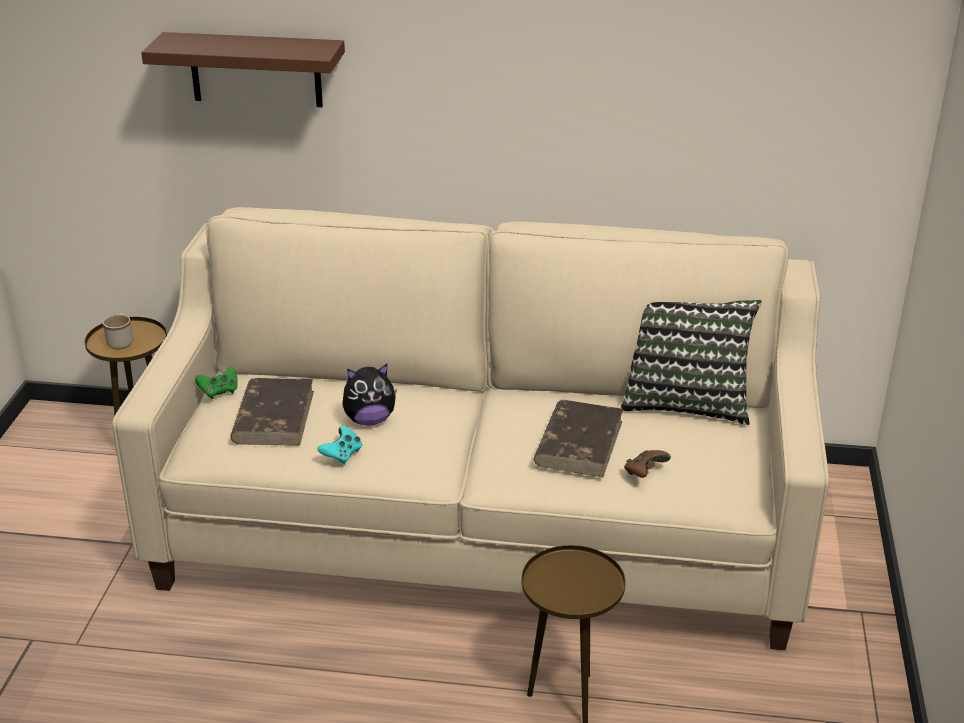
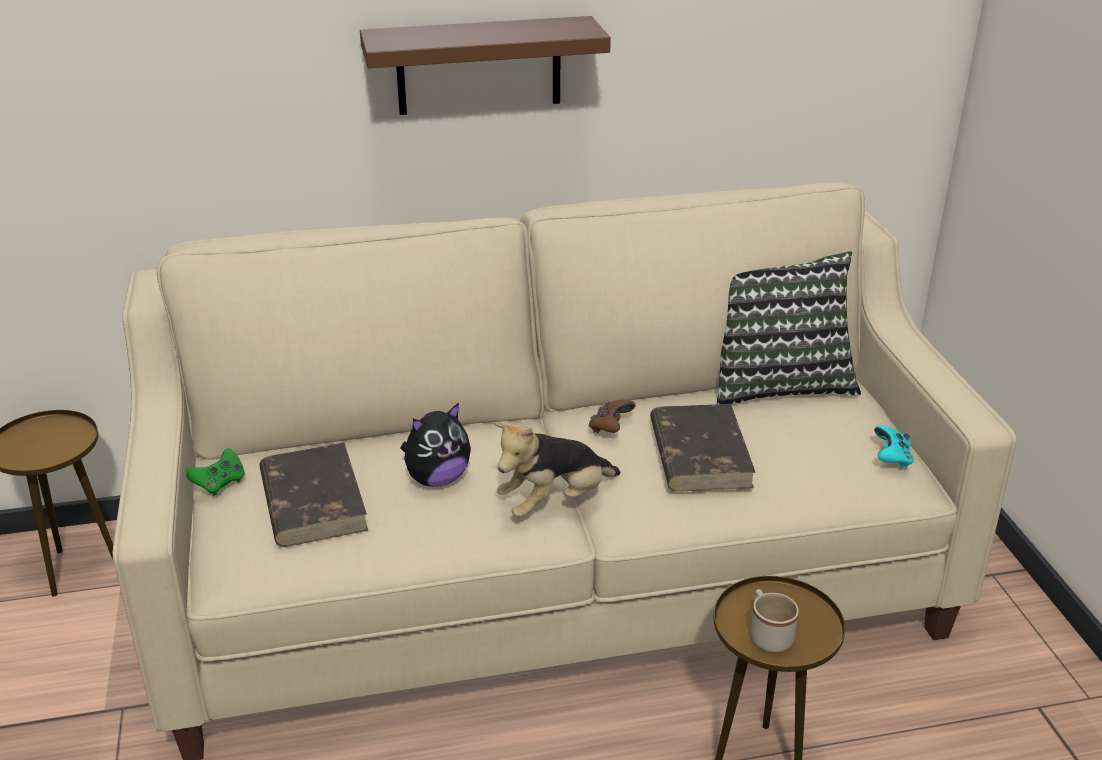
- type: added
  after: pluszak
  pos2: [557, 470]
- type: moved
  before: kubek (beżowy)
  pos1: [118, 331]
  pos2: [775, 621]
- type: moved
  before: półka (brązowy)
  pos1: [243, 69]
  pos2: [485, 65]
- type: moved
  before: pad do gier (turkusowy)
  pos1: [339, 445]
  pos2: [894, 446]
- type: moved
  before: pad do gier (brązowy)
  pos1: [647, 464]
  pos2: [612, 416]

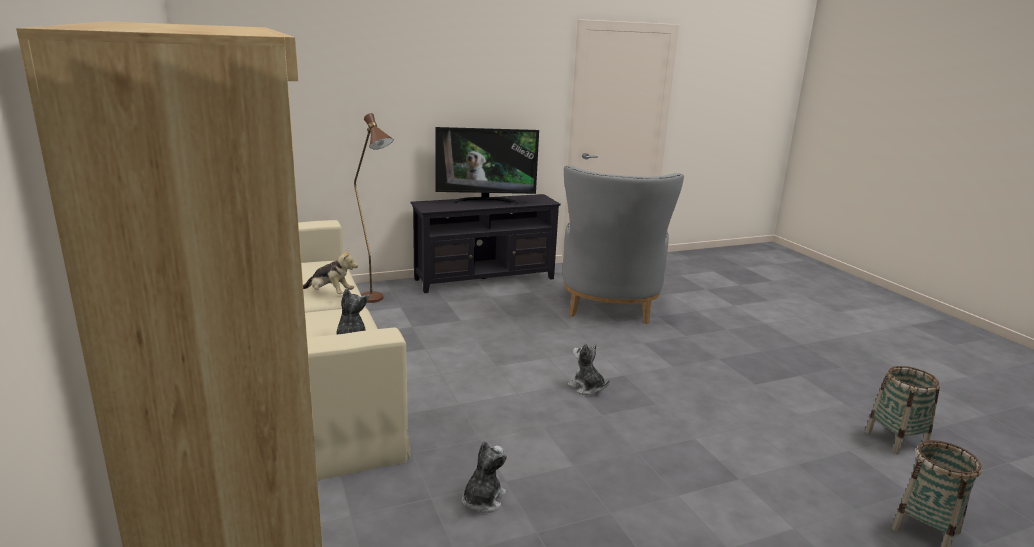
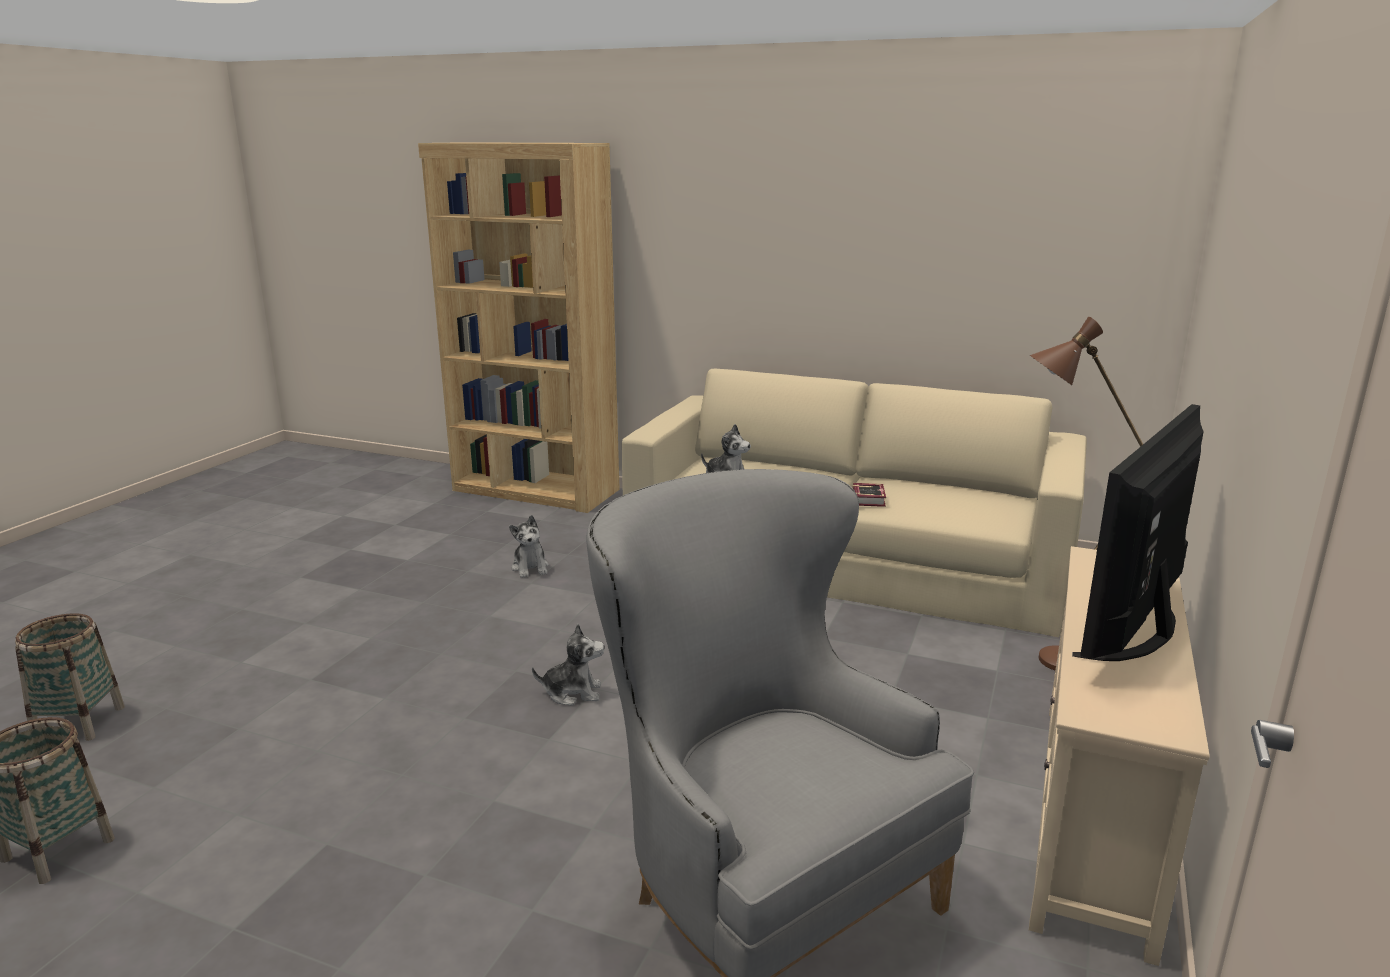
- type: replaced
  before: pluszak
  after: książka
  pos1: [330, 271]
  pos2: [869, 495]
- type: recoloured
  before: szafka pod telewizor (czarny)
  after: szafka pod telewizor (beżowy)
  pos1: [485, 243]
  pos2: [1119, 756]

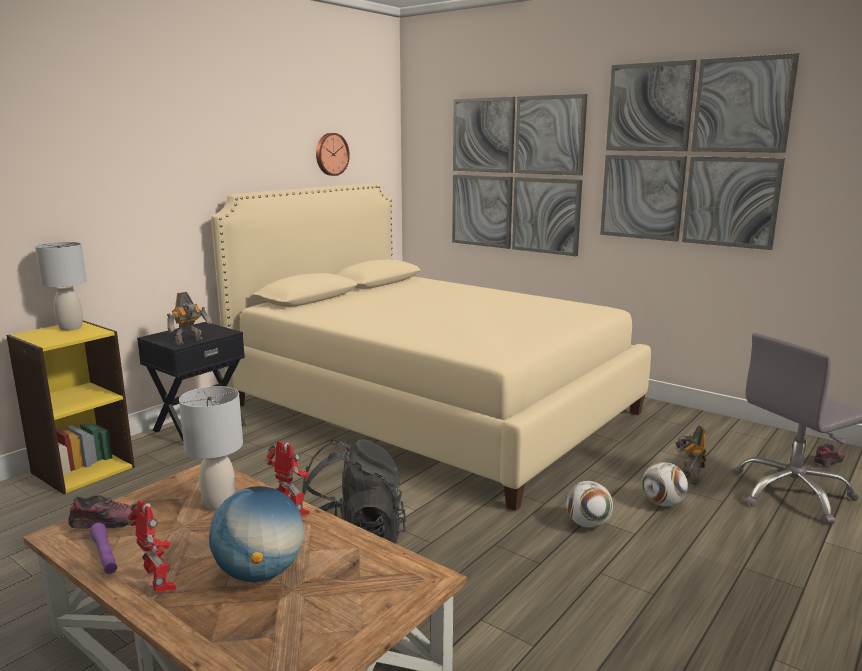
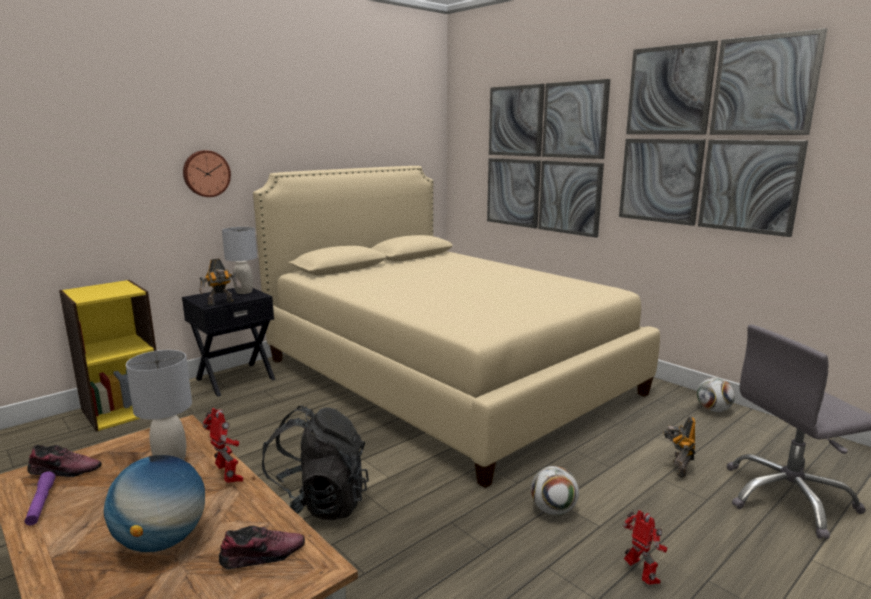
- type: moved
  before: lampa stołowa (szary)
  pos1: [61, 286]
  pos2: [239, 260]
- type: moved
  before: robot zabawkowy
  pos1: [151, 546]
  pos2: [645, 547]
- type: moved
  before: zegar ścienny
  pos1: [333, 154]
  pos2: [207, 173]
- type: moved
  before: piłka futbolowa
  pos1: [665, 484]
  pos2: [716, 395]
- type: moved
  before: but
  pos1: [829, 454]
  pos2: [262, 547]

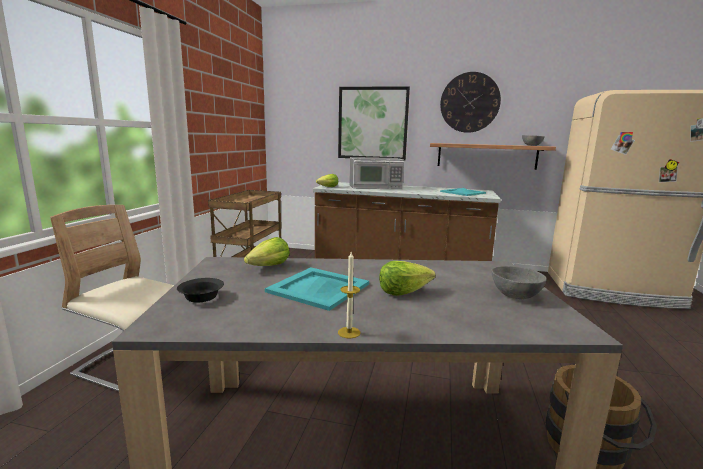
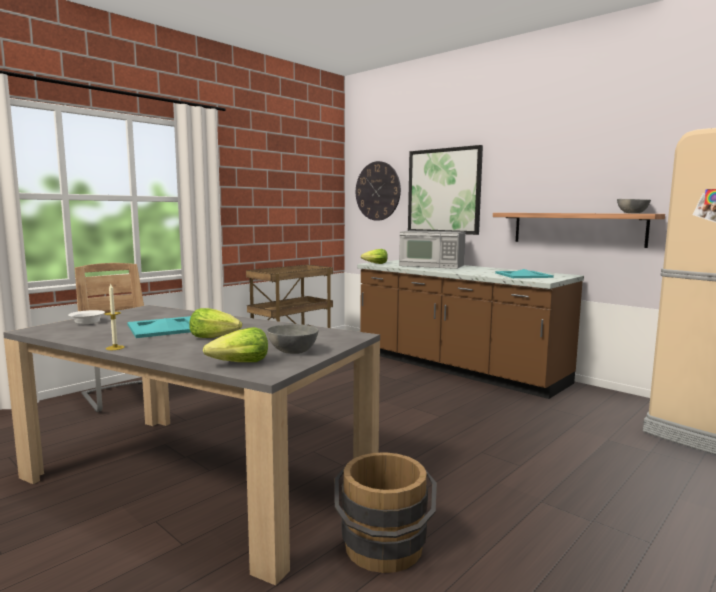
- type: moved
  before: sałata
  pos1: [267, 251]
  pos2: [235, 344]
- type: moved
  before: zegar ścienny
  pos1: [470, 102]
  pos2: [378, 191]
- type: recoloured
  before: miska (czarny)
  after: miska (biały)
  pos1: [200, 290]
  pos2: [86, 317]

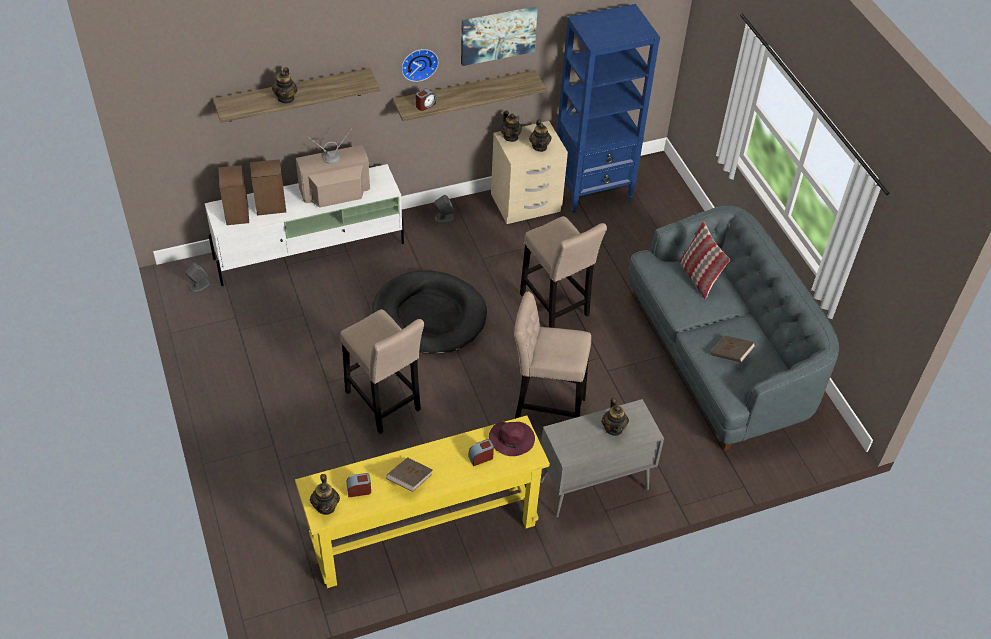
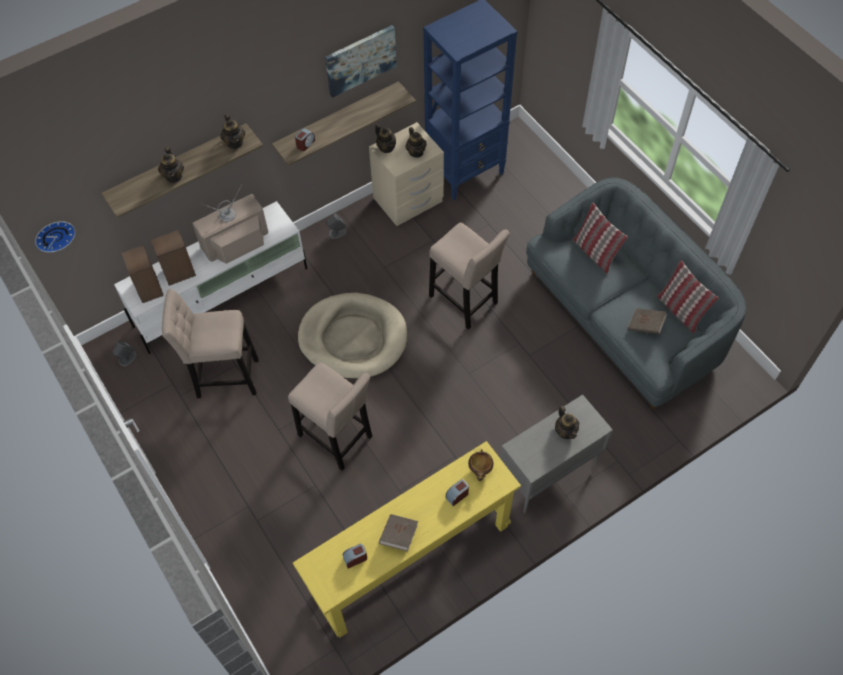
- type: added
  after: poduszka
  pos2: [687, 297]
- type: moved
  before: imbryk
  pos1: [325, 494]
  pos2: [233, 131]
- type: moved
  before: zegar ścienny
  pos1: [419, 65]
  pos2: [55, 236]
- type: moved
  before: stołek (beżowy)
  pos1: [552, 355]
  pos2: [210, 343]
- type: replaced
  before: kapelusz (fioletowy)
  after: miska
  pos1: [512, 439]
  pos2: [481, 465]
- type: recoloured
  before: legowisko (czarny)
  after: legowisko (beżowy)
  pos1: [429, 312]
  pos2: [352, 336]

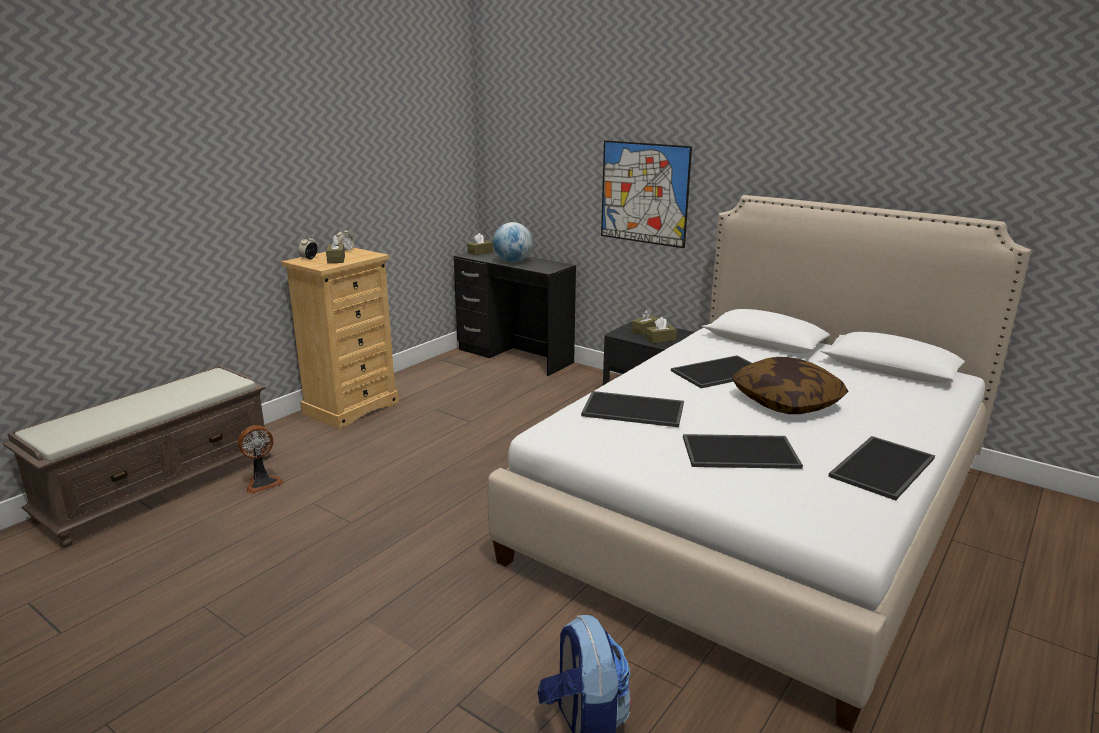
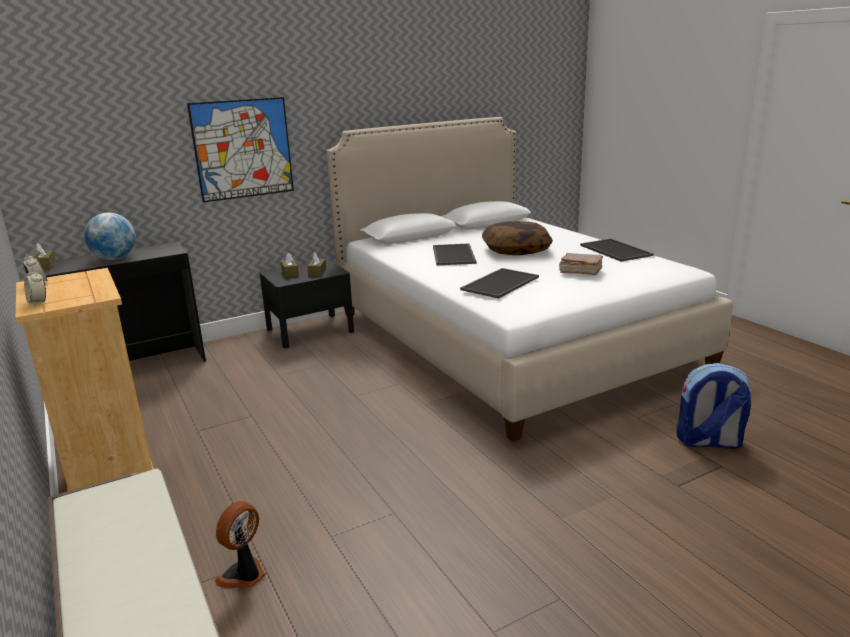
- type: removed
  before: pudełko chusteczek (brązowy)
  pos1: [335, 249]
- type: replaced
  before: taca
  after: książka (brązowy)
  pos1: [743, 451]
  pos2: [581, 264]
- type: turned
  before: wentylator
  pos1: [260, 459]
  pos2: [240, 544]
  turn: -135

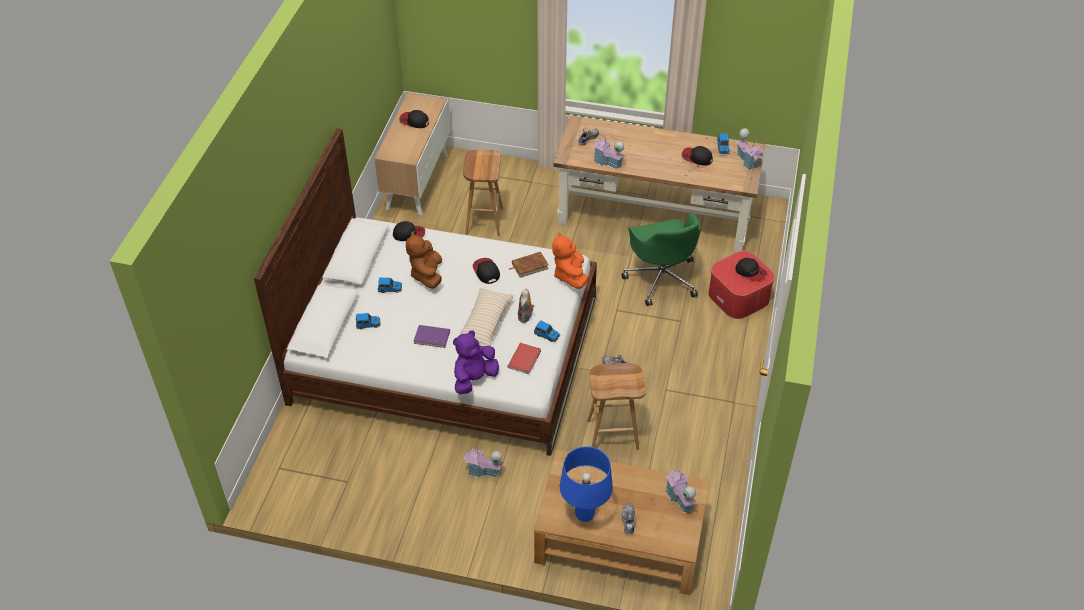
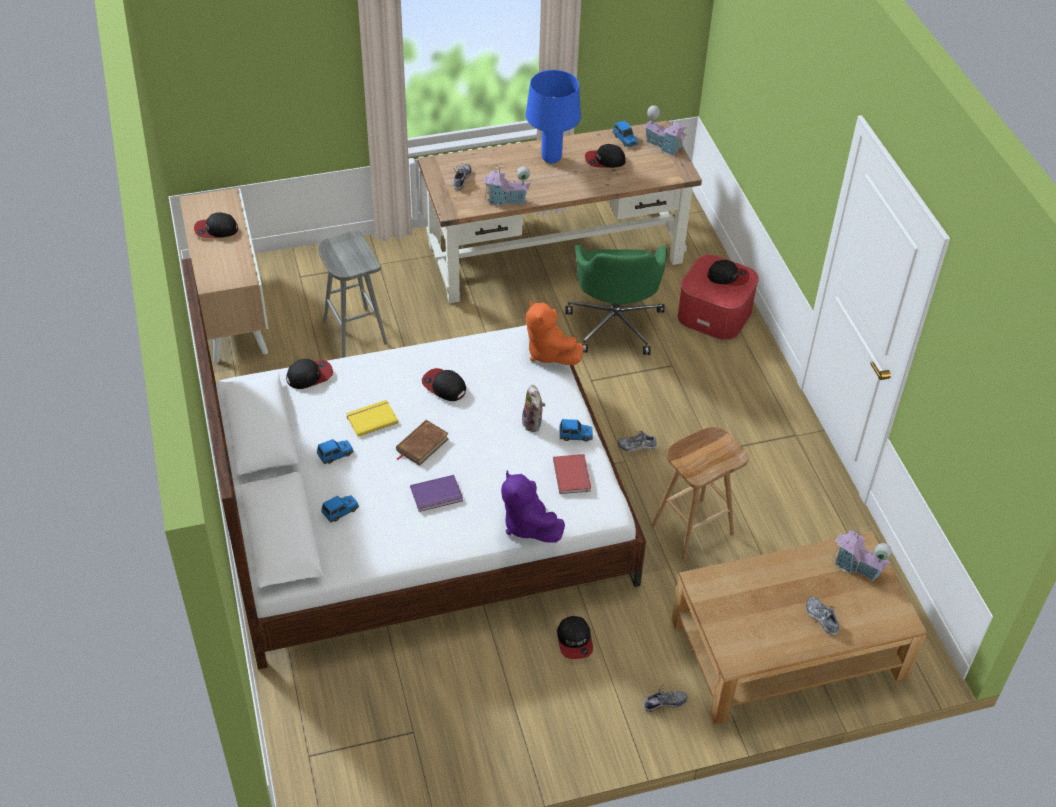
- type: removed
  before: poduszka (beżowy)
  pos1: [486, 317]
- type: added
  after: but
  pos2: [665, 698]
- type: moved
  before: książka (brązowy)
  pos1: [529, 265]
  pos2: [422, 443]
- type: moved
  before: lampa stołowa (niebieski)
  pos1: [586, 484]
  pos2: [553, 116]
- type: replaced
  before: pluszak (brązowy)
  after: książka (żółty)
  pos1: [424, 260]
  pos2: [372, 418]
- type: replaced
  before: domek
  after: czapka z daszkiem
  pos1: [483, 462]
  pos2: [575, 637]
- type: recoloured
  before: stołek (brązowy)
  after: stołek (szary)
  pos1: [483, 193]
  pos2: [352, 294]
- type: turned
  before: pluszak (fioletowy)
  pos1: [476, 362]
  pos2: [533, 507]
  turn: -45
- type: turned
  before: krzesło biurowe (zielony)
  pos1: [661, 260]
  pos2: [616, 300]
  turn: 45

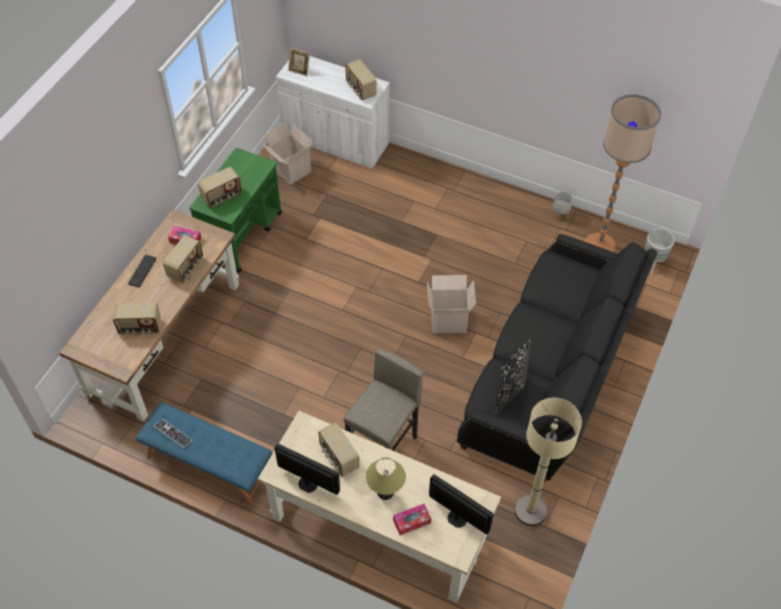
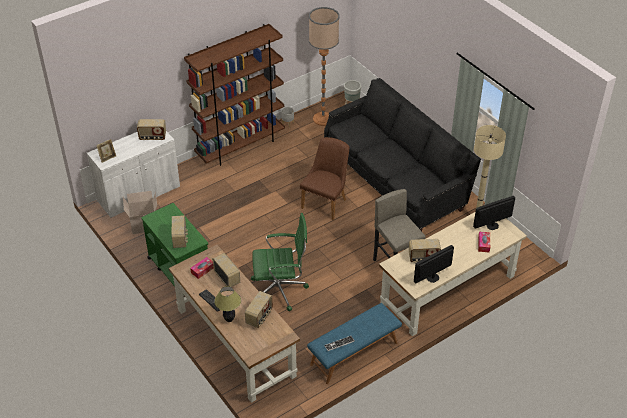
- type: removed
  before: poduszka (czarny)
  pos1: [513, 376]
- type: added
  after: regał (brązowy)
  pos2: [234, 95]
- type: added
  after: krzesło biurowe (zielony)
  pos2: [280, 262]
- type: moved
  before: lampa stołowa
  pos1: [386, 479]
  pos2: [227, 304]
- type: replaced
  before: karton
  after: krzesło (brązowy)
  pos1: [451, 304]
  pos2: [324, 178]

